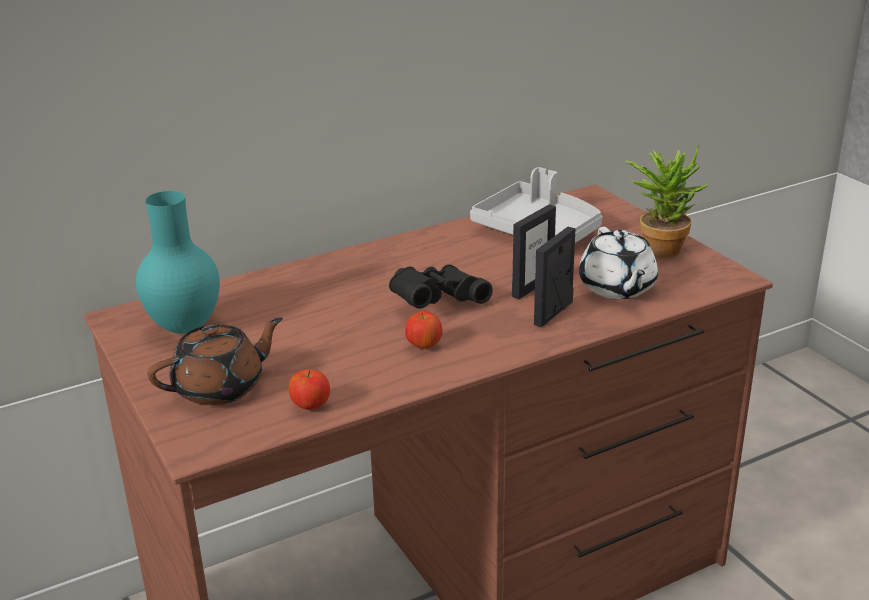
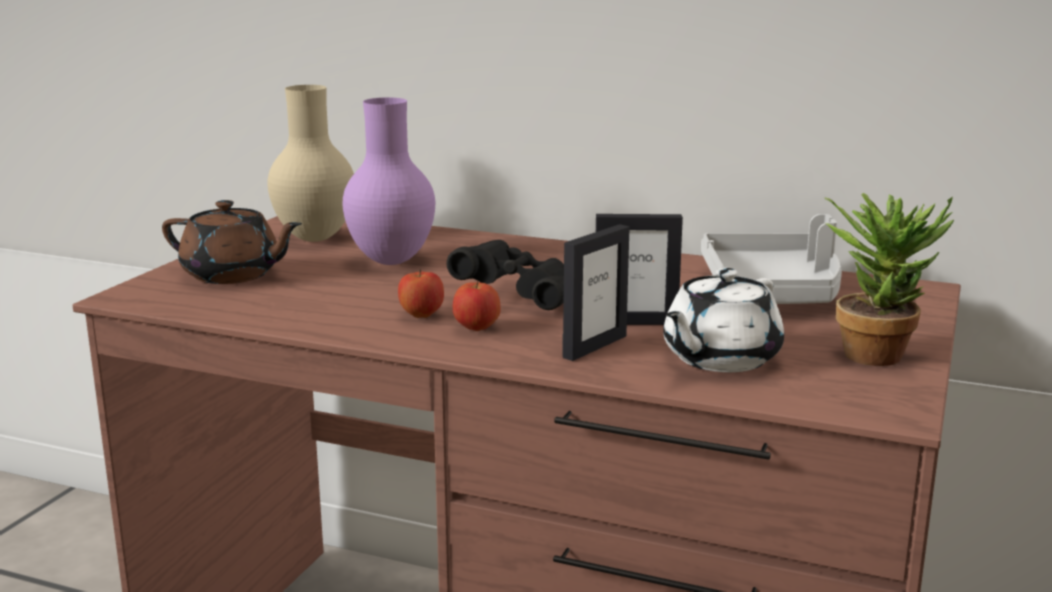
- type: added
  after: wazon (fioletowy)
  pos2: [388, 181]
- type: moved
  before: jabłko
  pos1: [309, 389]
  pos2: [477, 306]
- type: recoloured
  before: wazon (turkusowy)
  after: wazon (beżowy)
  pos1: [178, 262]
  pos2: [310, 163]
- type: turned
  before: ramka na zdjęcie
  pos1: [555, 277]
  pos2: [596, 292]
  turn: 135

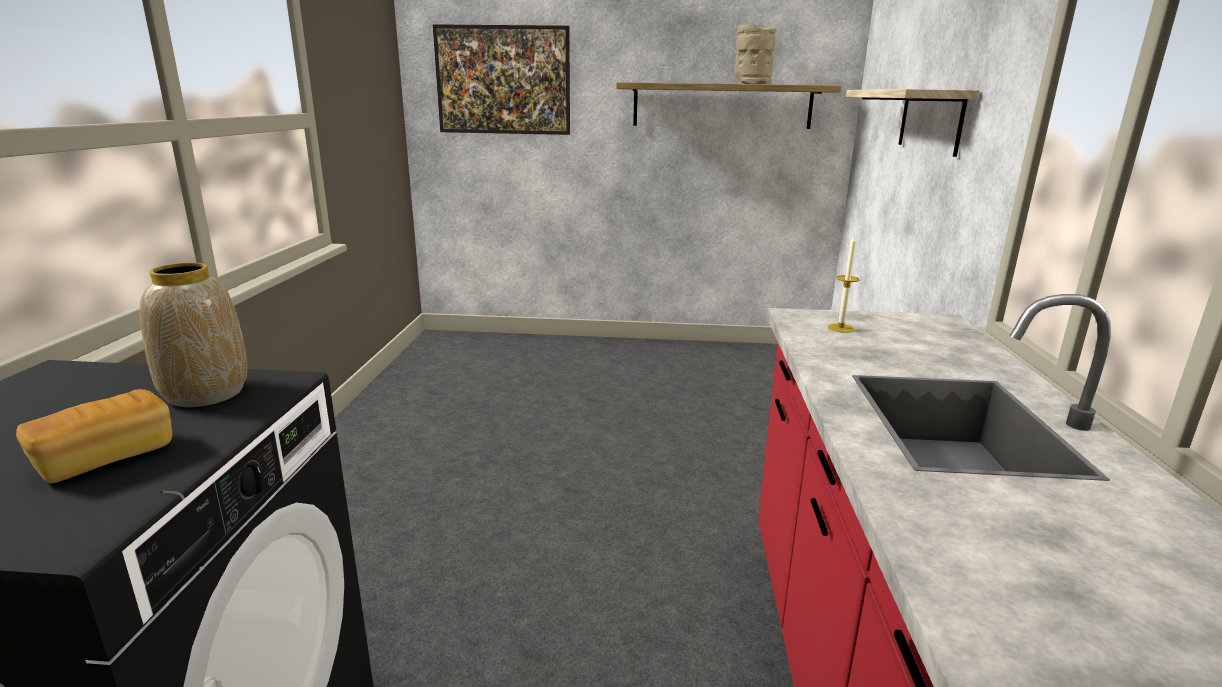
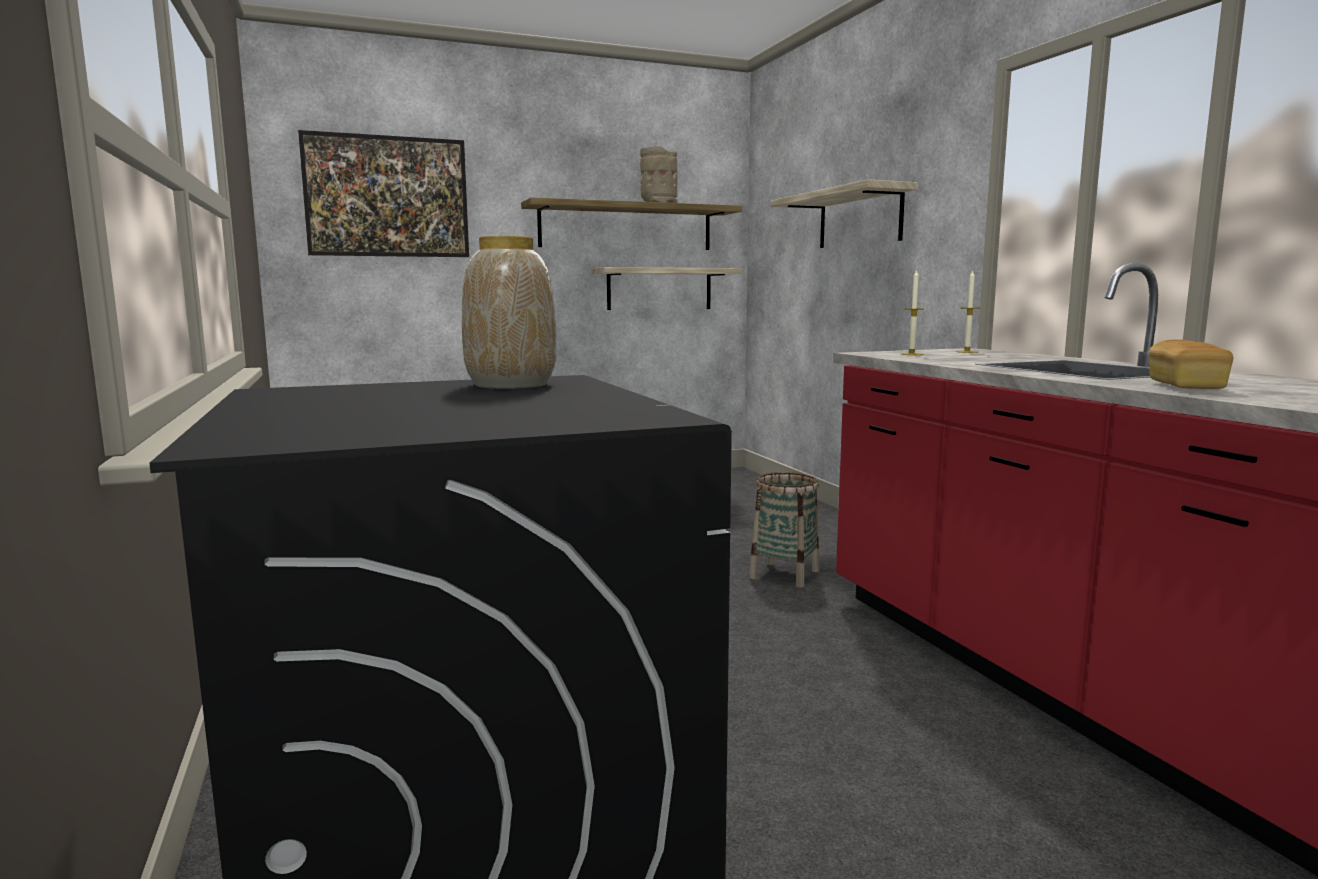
- type: added
  after: półka
  pos2: [667, 288]
- type: added
  after: koszyk
  pos2: [784, 529]
- type: added
  after: świeca
  pos2: [968, 312]
- type: moved
  before: chleb
  pos1: [94, 436]
  pos2: [1191, 364]

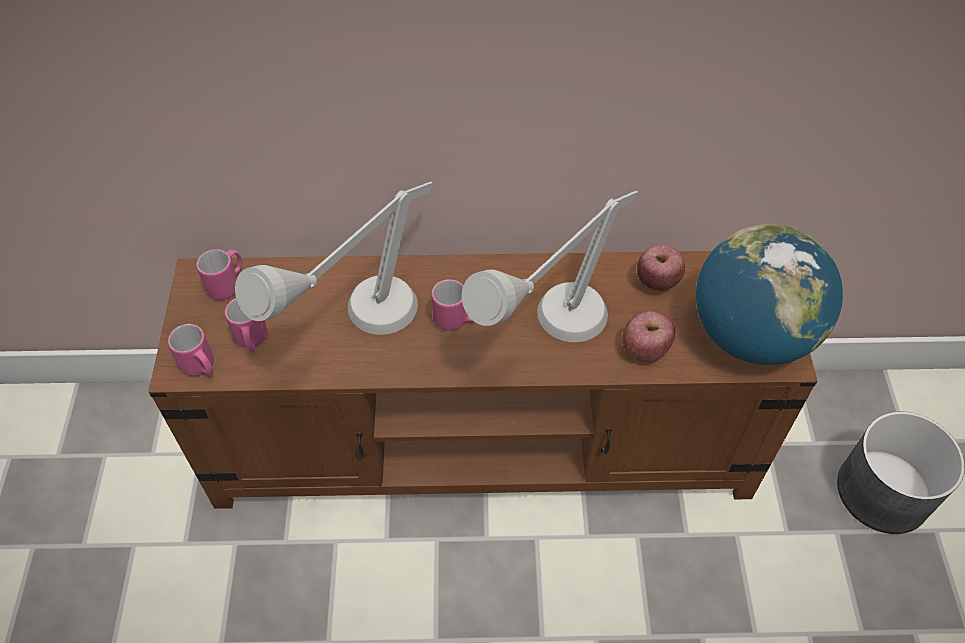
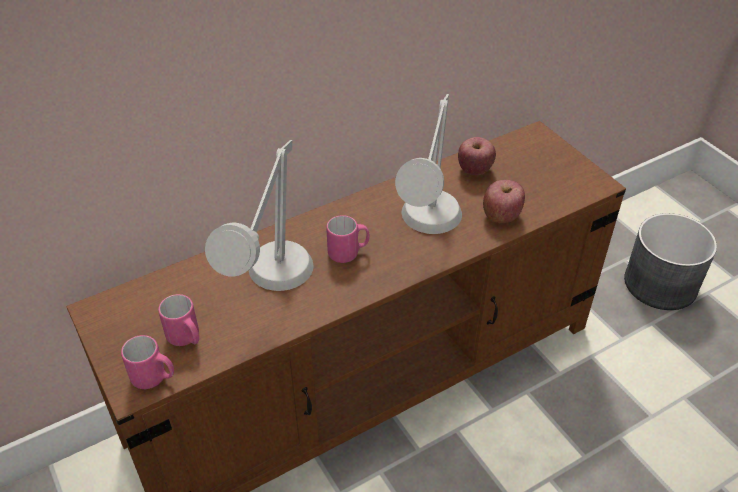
- type: removed
  before: kubek (różowy)
  pos1: [219, 274]
- type: removed
  before: globus
  pos1: [769, 294]

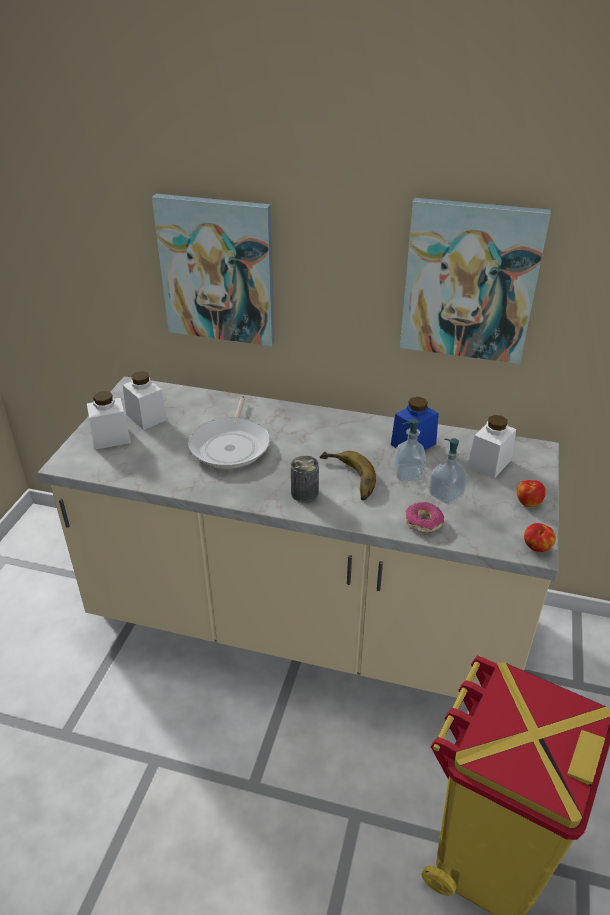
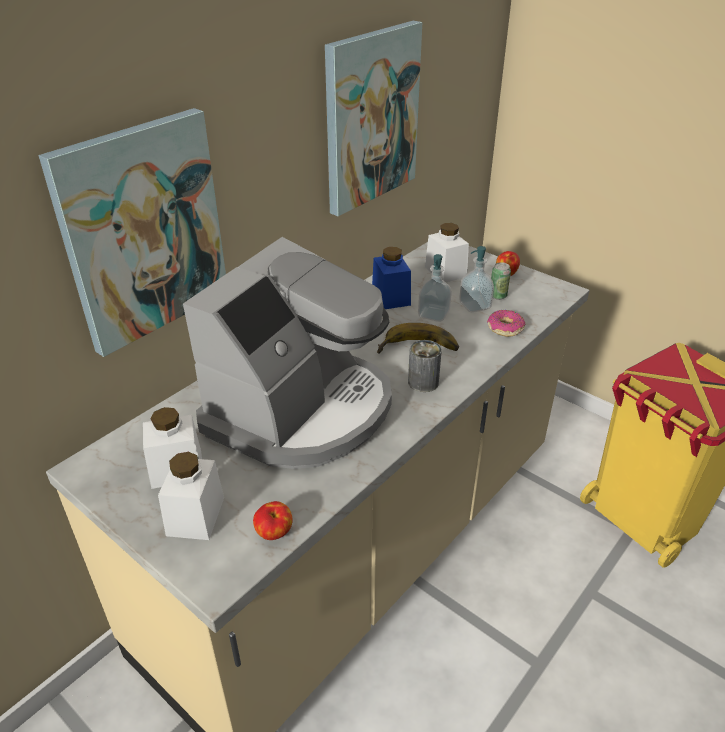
- type: added
  after: puszka
  pos2: [501, 281]
- type: moved
  before: jabłko
  pos1: [540, 537]
  pos2: [273, 520]
- type: replaced
  before: patelnia
  after: ekspres do kawy
  pos1: [229, 432]
  pos2: [287, 353]

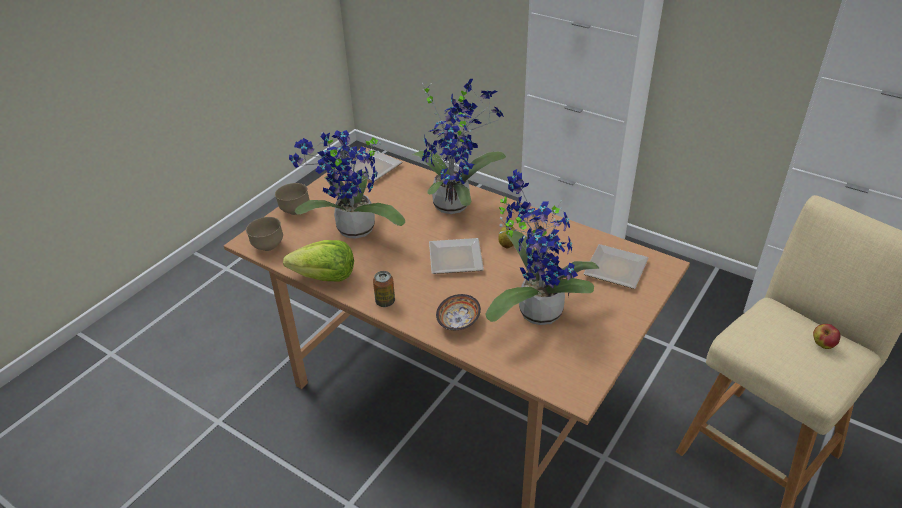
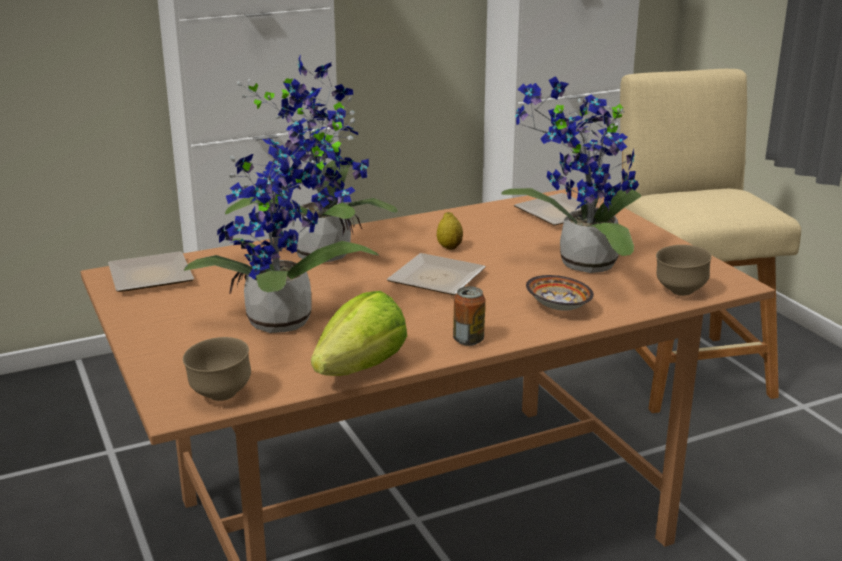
- type: removed
  before: jabłko
  pos1: [826, 336]
- type: moved
  before: miska (brązowy)
  pos1: [292, 199]
  pos2: [684, 270]

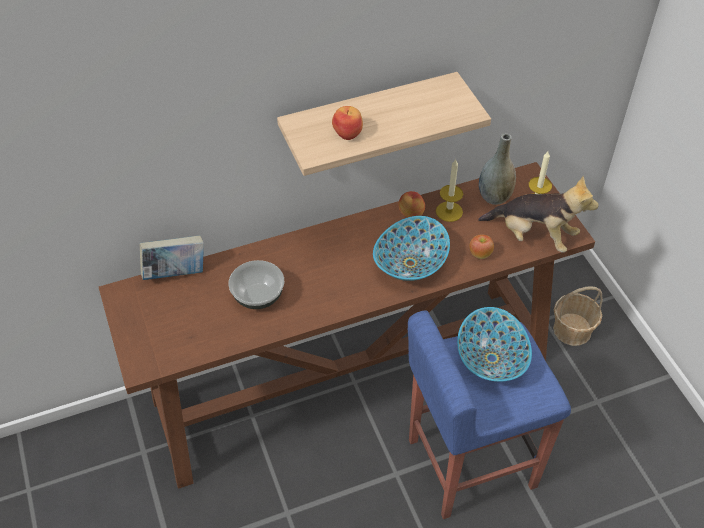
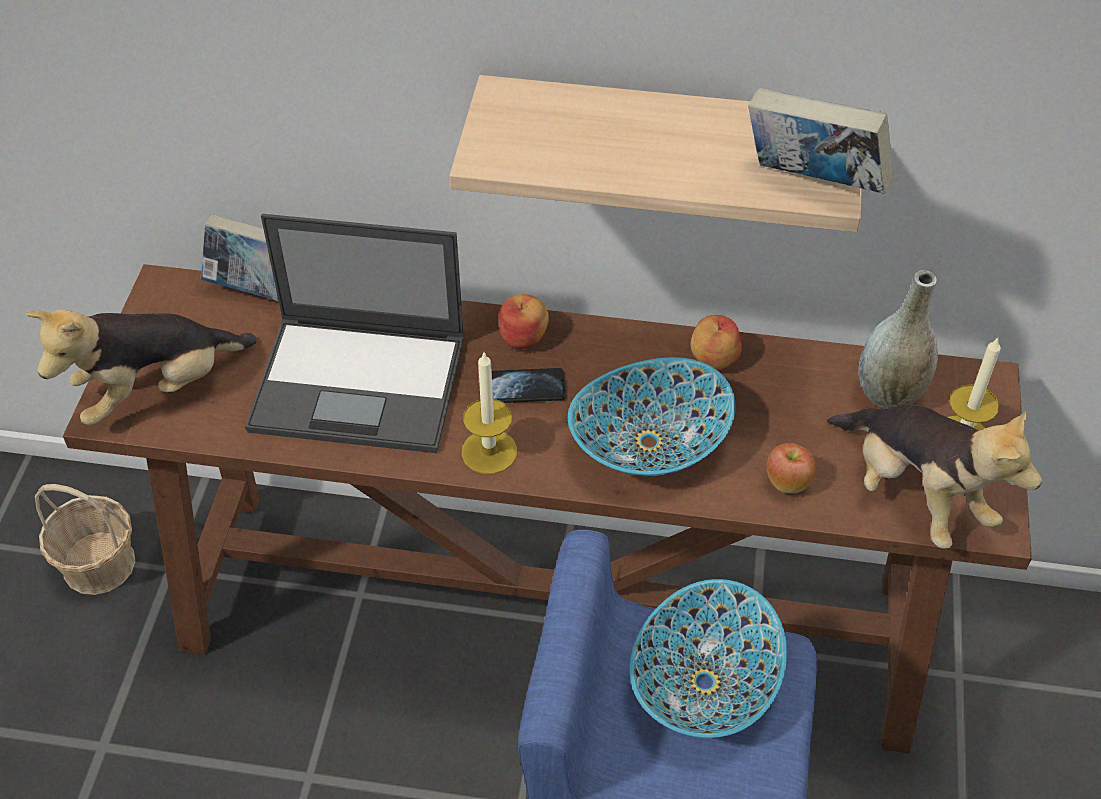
- type: added
  after: pluszak
  pos2: [141, 367]
- type: added
  after: telefon
  pos2: [529, 385]
- type: added
  after: książka
  pos2: [820, 141]
- type: moved
  before: jabłko
  pos1: [347, 123]
  pos2: [524, 322]
- type: moved
  before: świeca
  pos1: [449, 190]
  pos2: [489, 413]
- type: moved
  before: koszyk
  pos1: [578, 316]
  pos2: [85, 539]
- type: replaced
  before: miska
  after: laptop
  pos1: [256, 284]
  pos2: [355, 333]

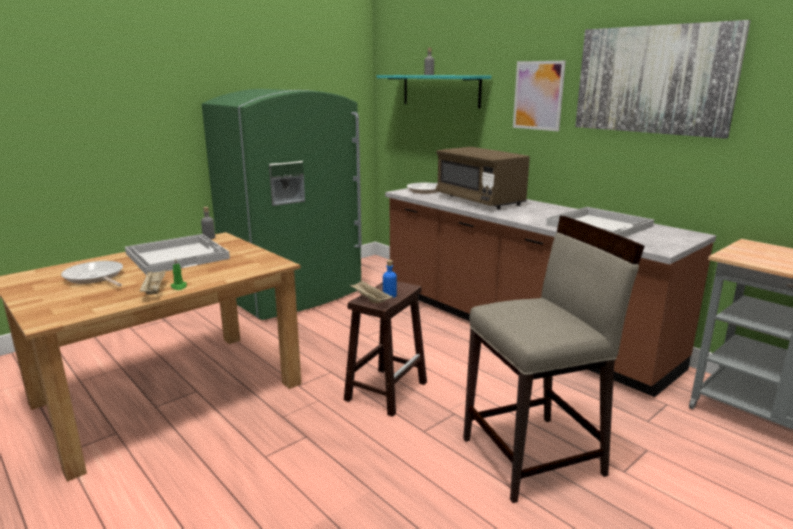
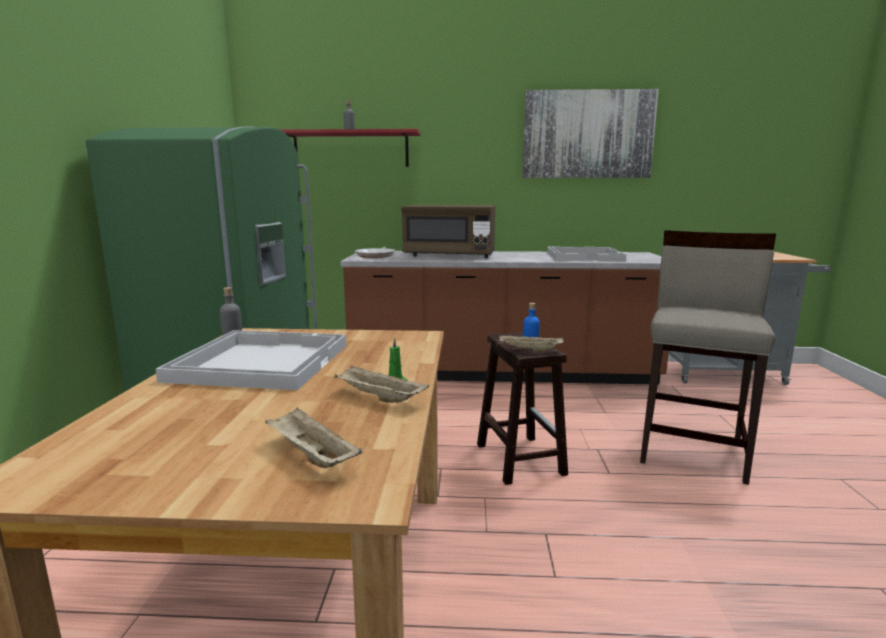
- type: removed
  before: patelnia
  pos1: [92, 273]
- type: removed
  before: obraz
  pos1: [539, 96]
- type: added
  after: taca (beżowy)
  pos2: [314, 437]
- type: recoloured
  before: półka (turkusowy)
  after: półka (czerwony)
  pos1: [434, 92]
  pos2: [350, 148]

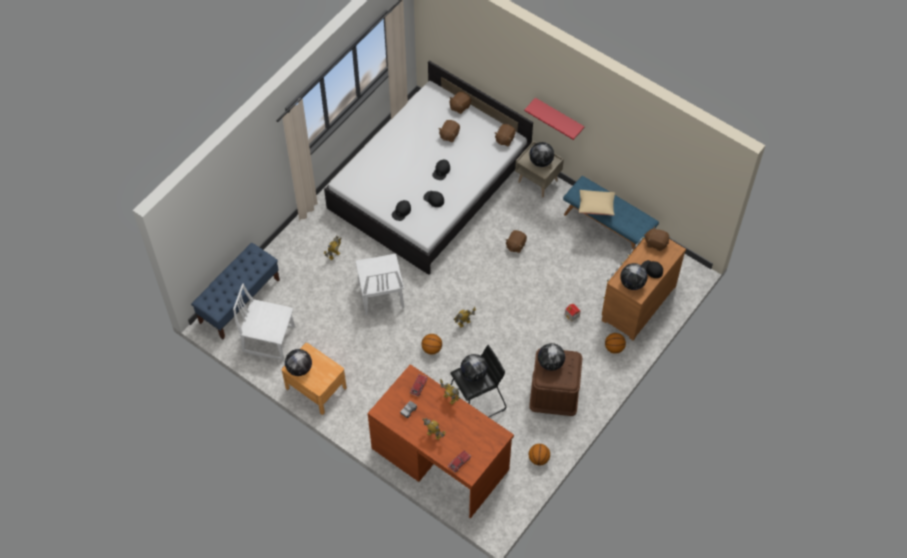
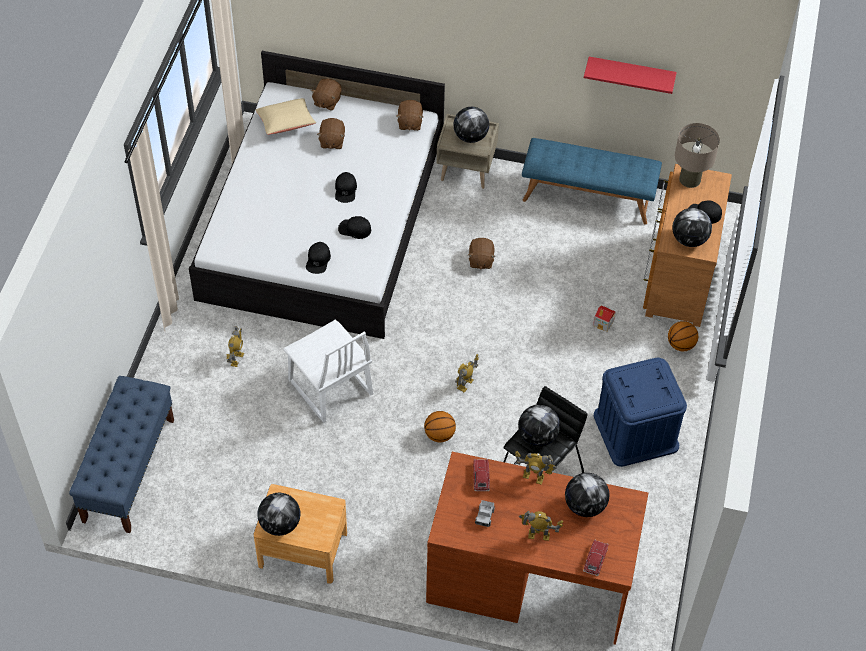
- type: removed
  before: krzesło (biały)
  pos1: [264, 322]
- type: removed
  before: piłka do koszykówki
  pos1: [539, 454]
- type: moved
  before: półka (czerwony)
  pos1: [554, 119]
  pos2: [630, 75]
- type: moved
  before: globus
  pos1: [551, 357]
  pos2: [587, 495]
- type: moved
  before: poduszka (beżowy)
  pos1: [597, 203]
  pos2: [286, 116]
- type: replaced
  before: pluszak (brązowy)
  after: lampa stołowa (beżowy)
  pos1: [656, 238]
  pos2: [697, 155]
- type: recoloured
  before: pojemnik do przechowywania (brązowy)
  after: pojemnik do przechowywania (niebieski)
  pos1: [555, 382]
  pos2: [640, 412]

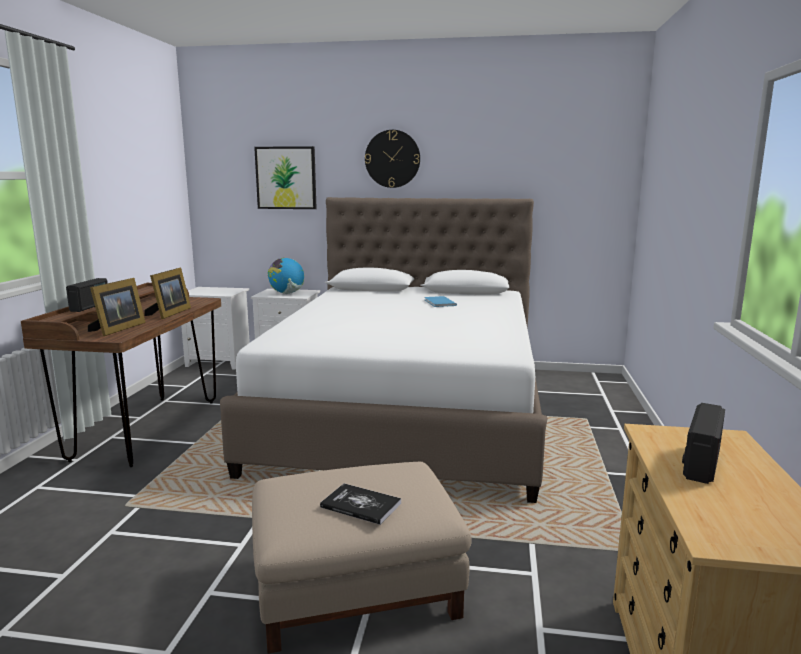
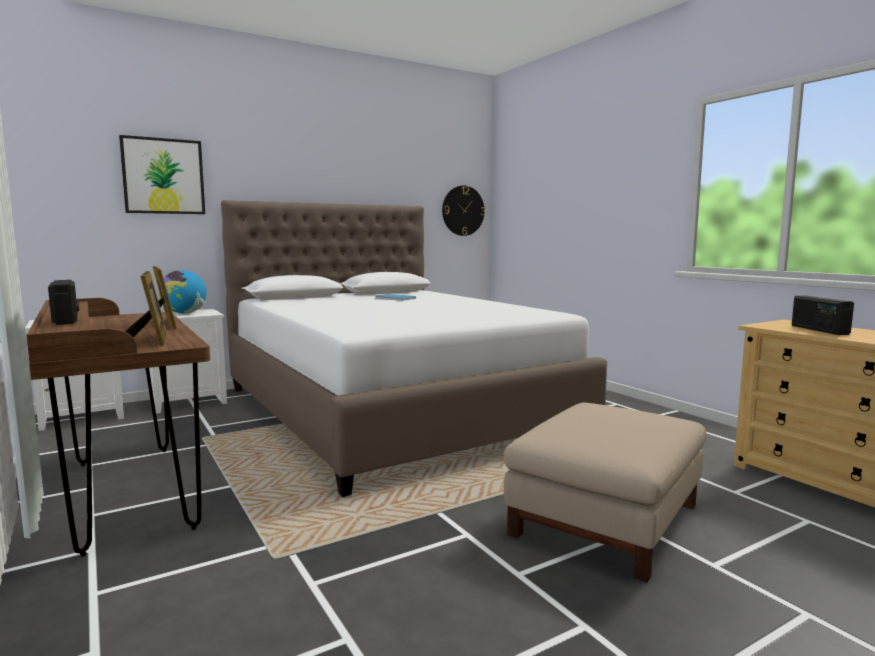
- type: removed
  before: książka
  pos1: [360, 504]
- type: moved
  before: zegar ścienny
  pos1: [392, 159]
  pos2: [463, 210]

